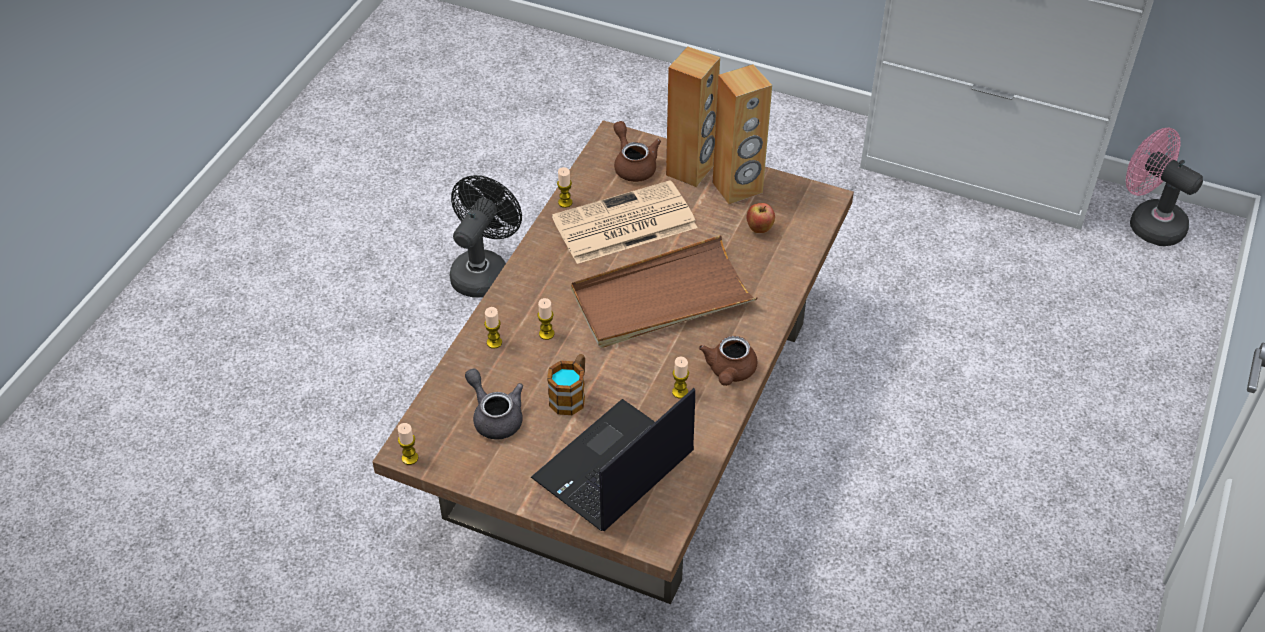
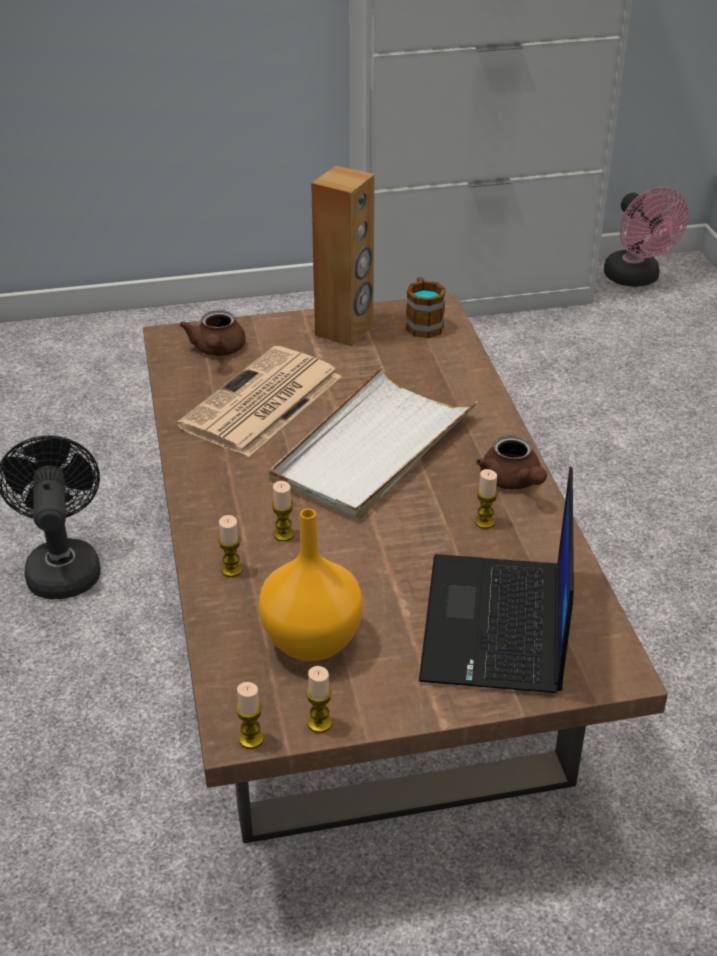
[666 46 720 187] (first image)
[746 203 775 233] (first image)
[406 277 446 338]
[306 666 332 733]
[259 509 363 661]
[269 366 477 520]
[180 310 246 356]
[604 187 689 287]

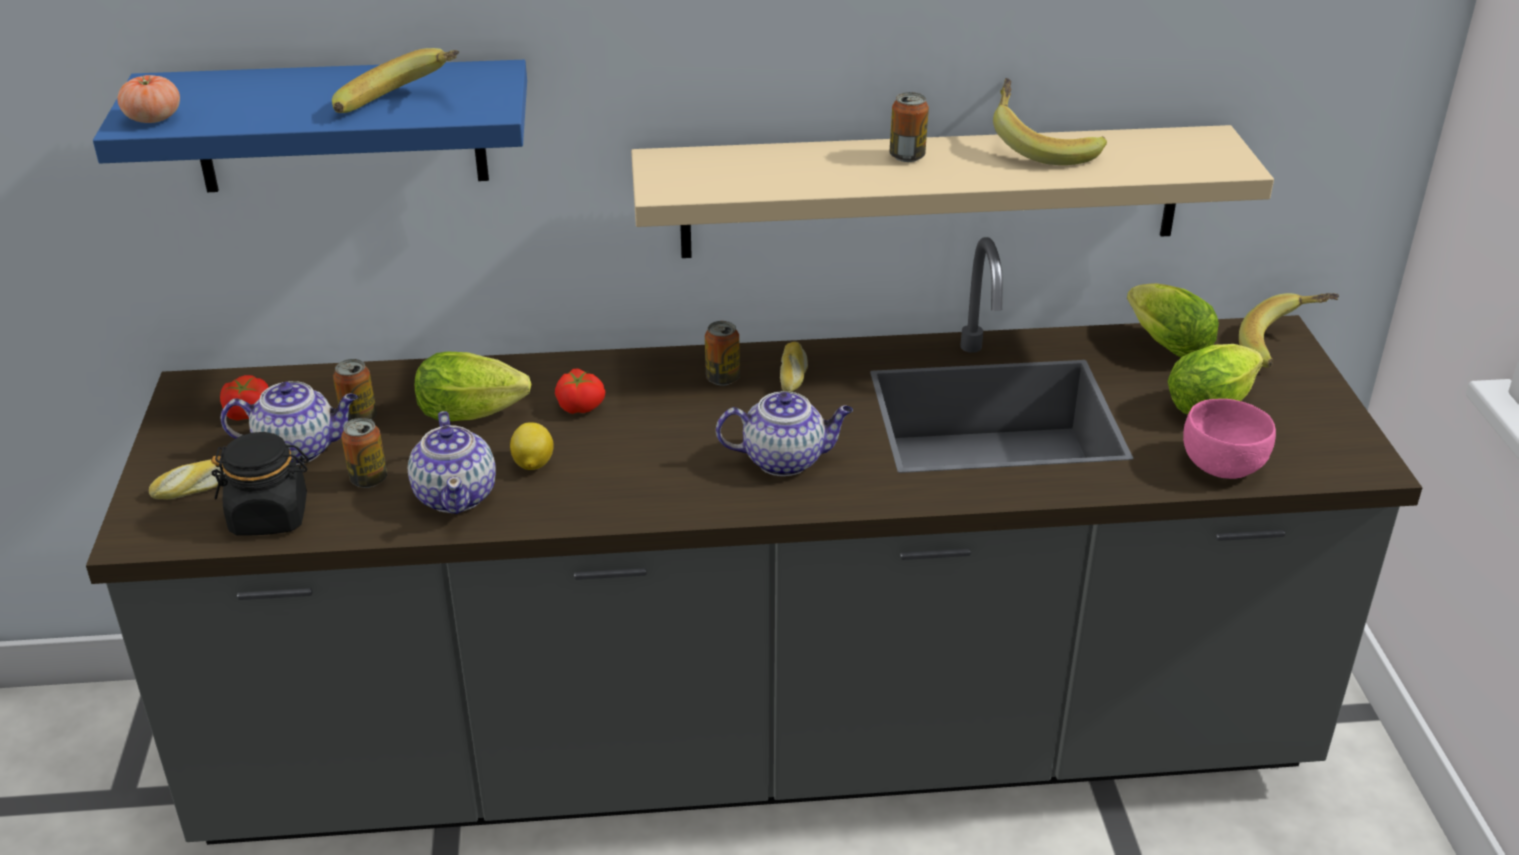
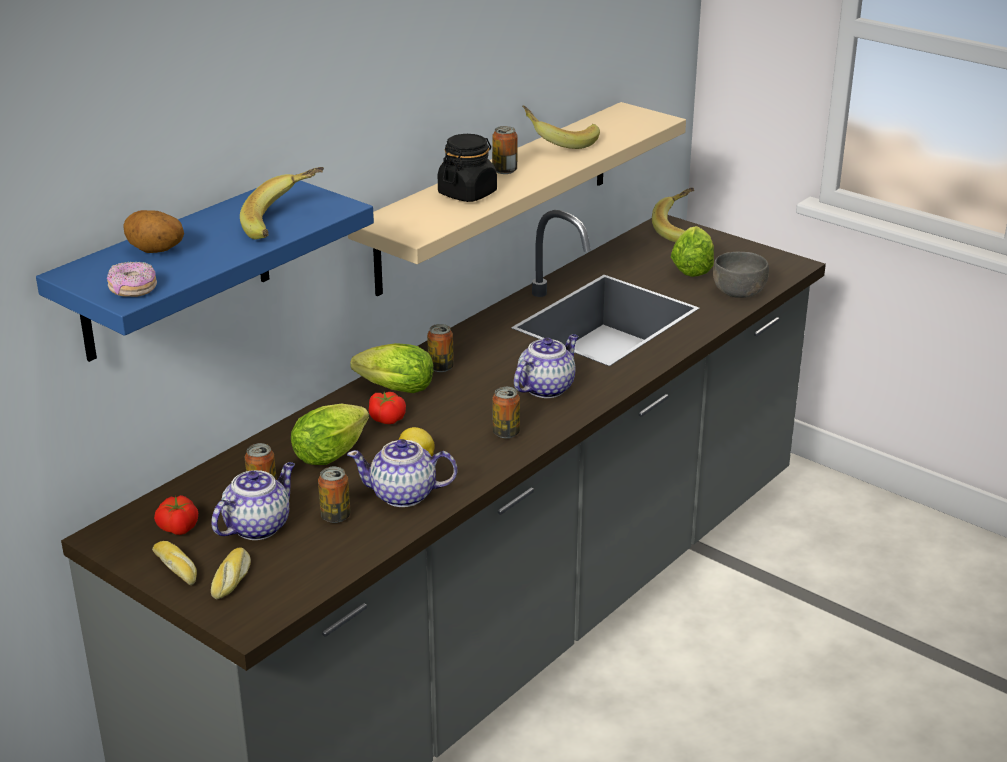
[123 210 184 253]
[492 387 520 438]
[438 134 497 202]
[152 541 197 585]
[350 343 434 393]
[107 262 157 297]
[713 252 769 298]
[347 439 457 507]

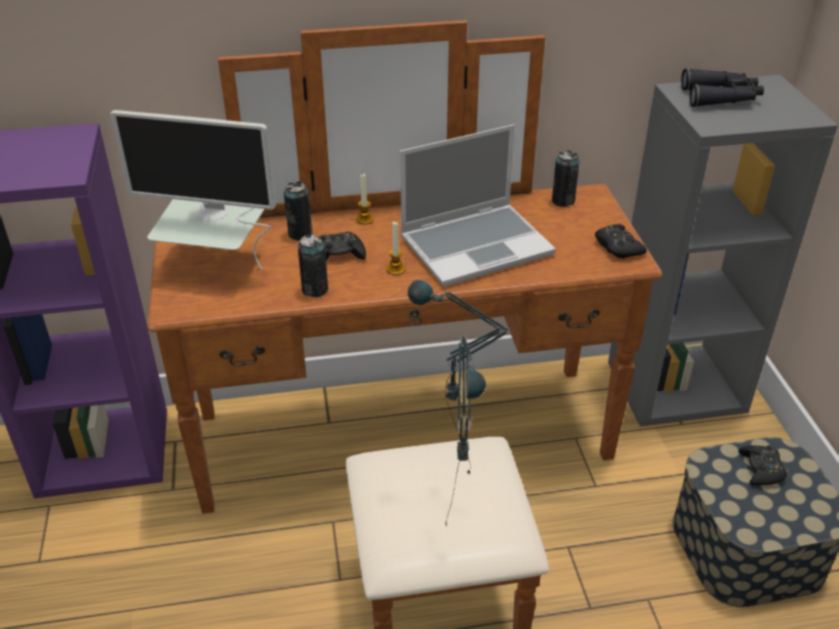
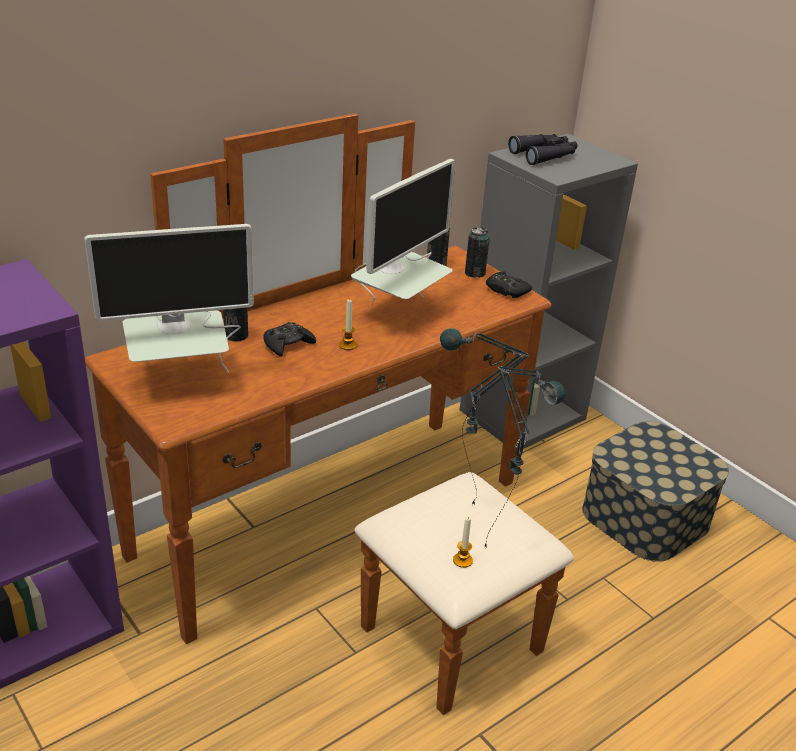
[738 445 787 485] (first image)
[465 227 490 278]
[453 516 473 568]
[351 159 455 302]

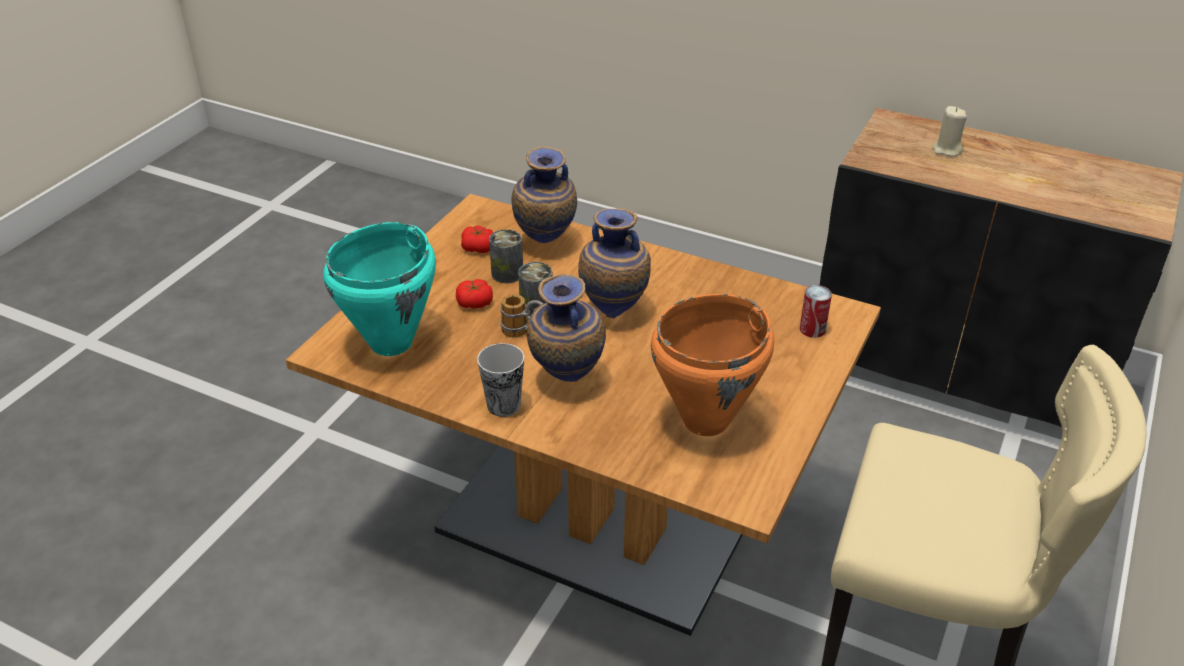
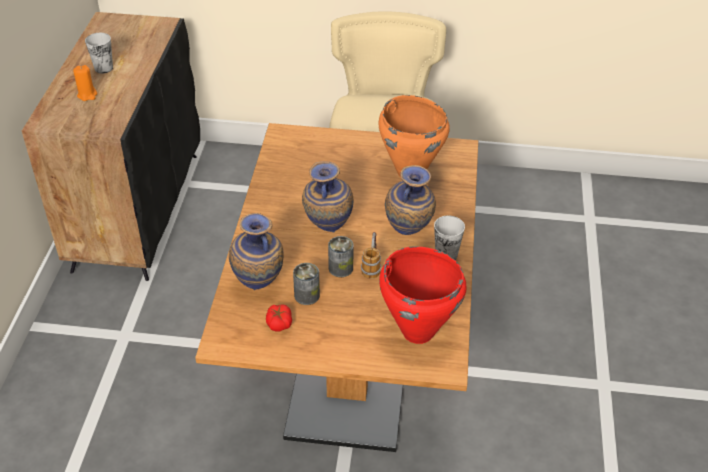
[456 279 493 308] (first image)
[800 285 832 338] (first image)
[85 33 113 74]
[379 247 466 344]
[73 65 97 101]

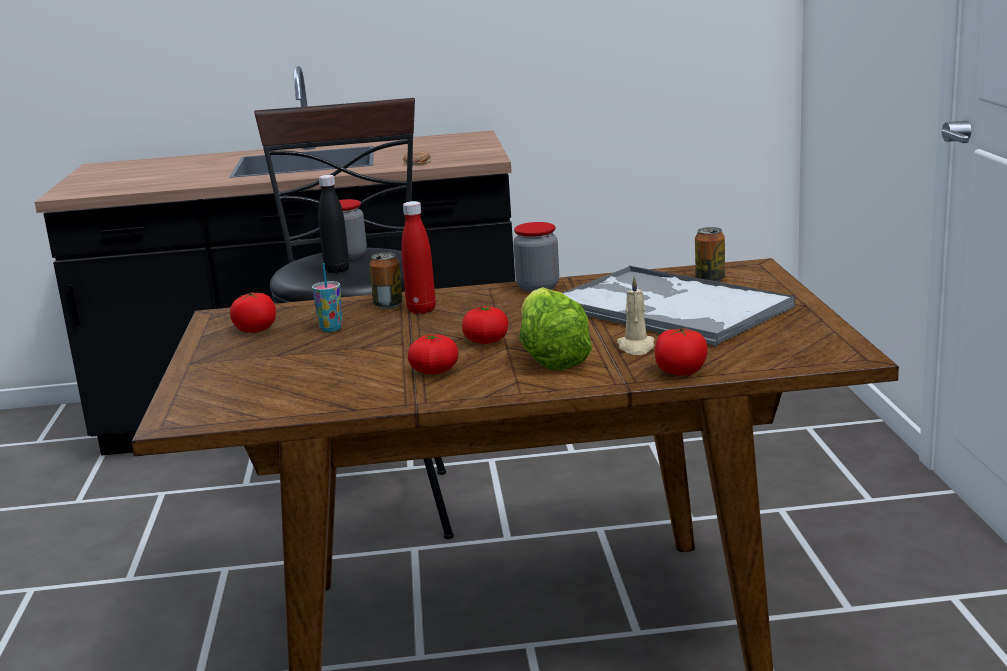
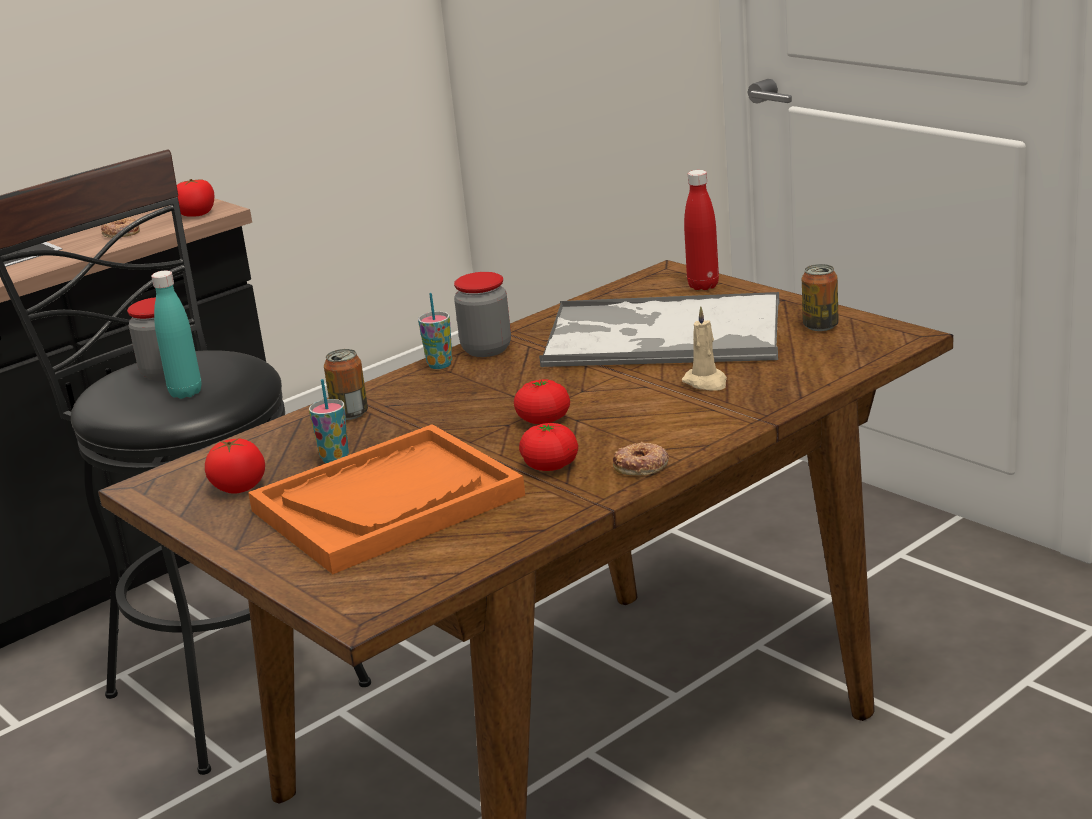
[519 287 592 370] (first image)
[248 424 525 574]
[418 293 452 369]
[613 442 669 475]
[684 170 719 290]
[177 179 214 217]
[802 264 839 331]
[151 270 201 399]

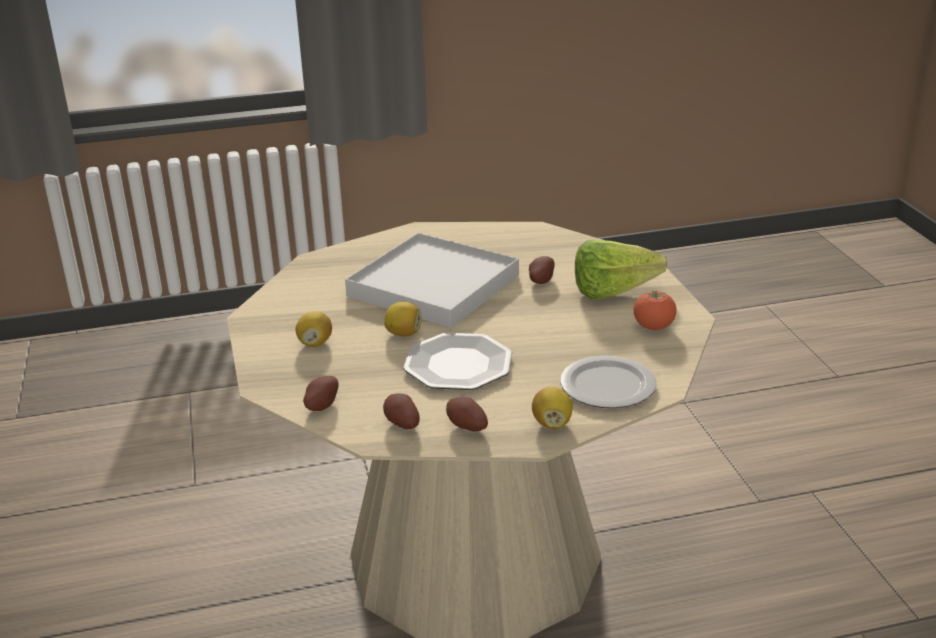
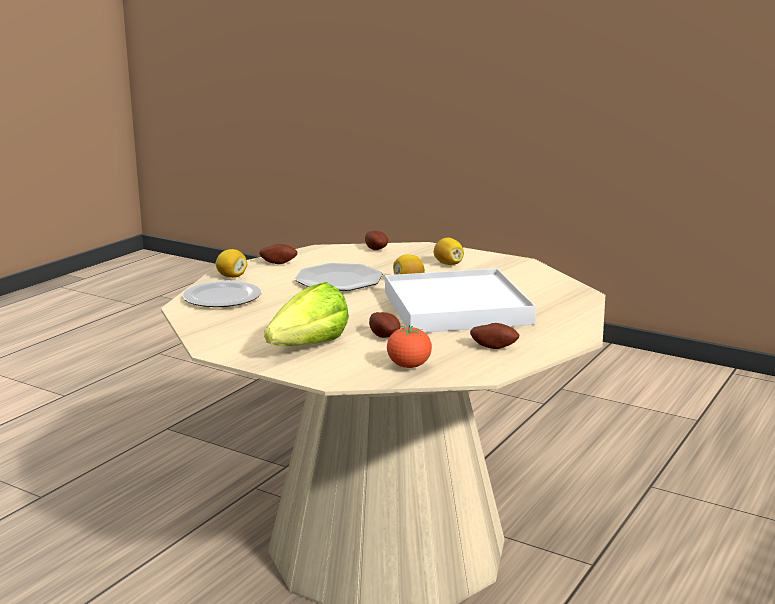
[470 323 519 349]
[387 325 432 368]

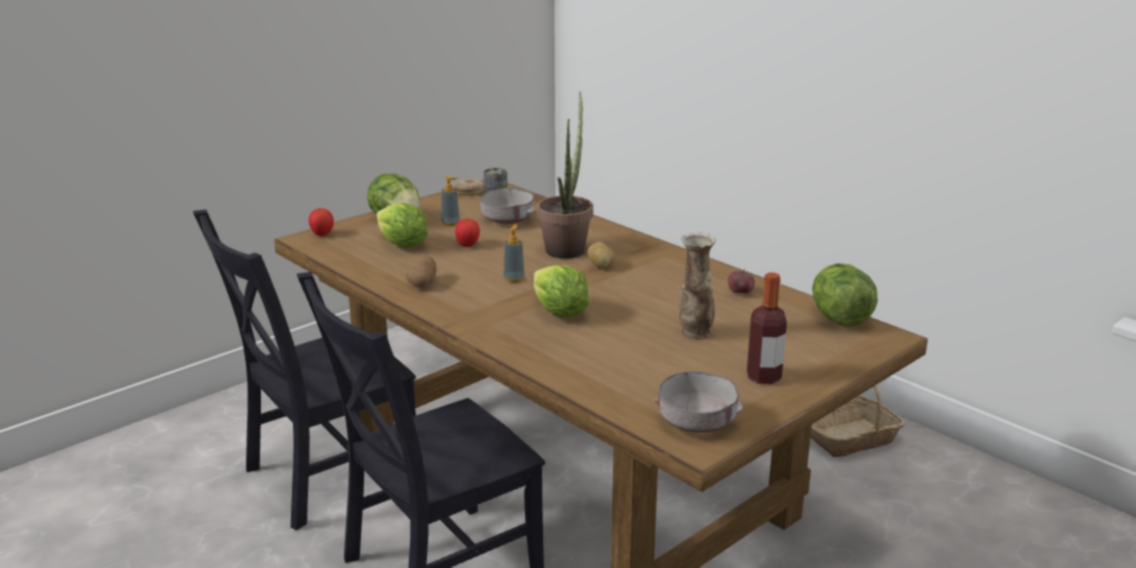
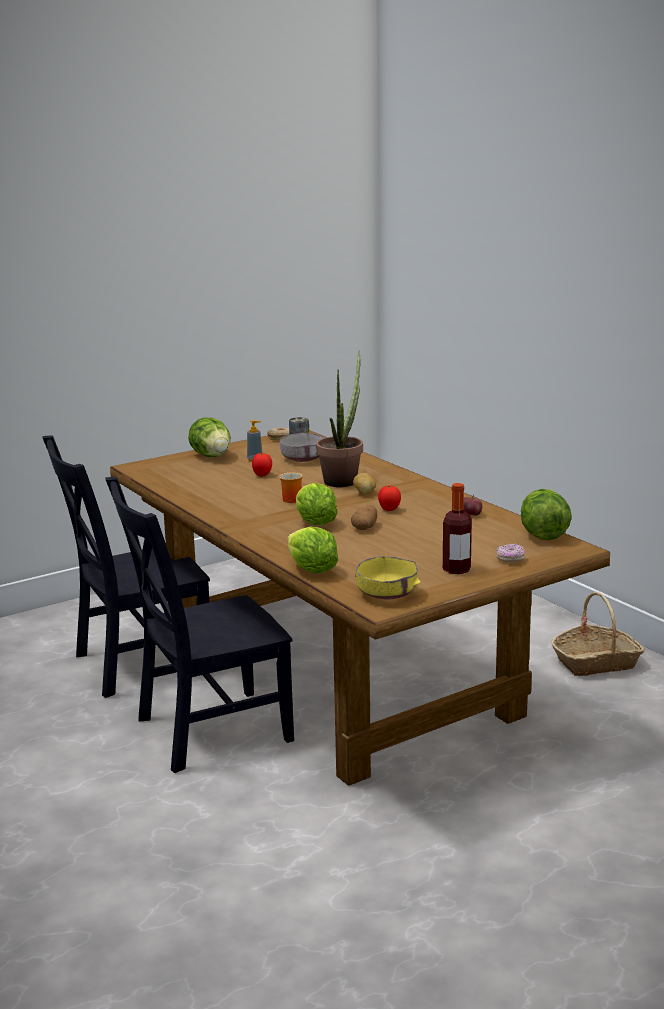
[678 232 716 340] (first image)
[496 544 525 562]
[378 485 401 511]
[288 527 338 573]
[351 505 377 530]
[279 472 303 503]
[355 556 421 600]

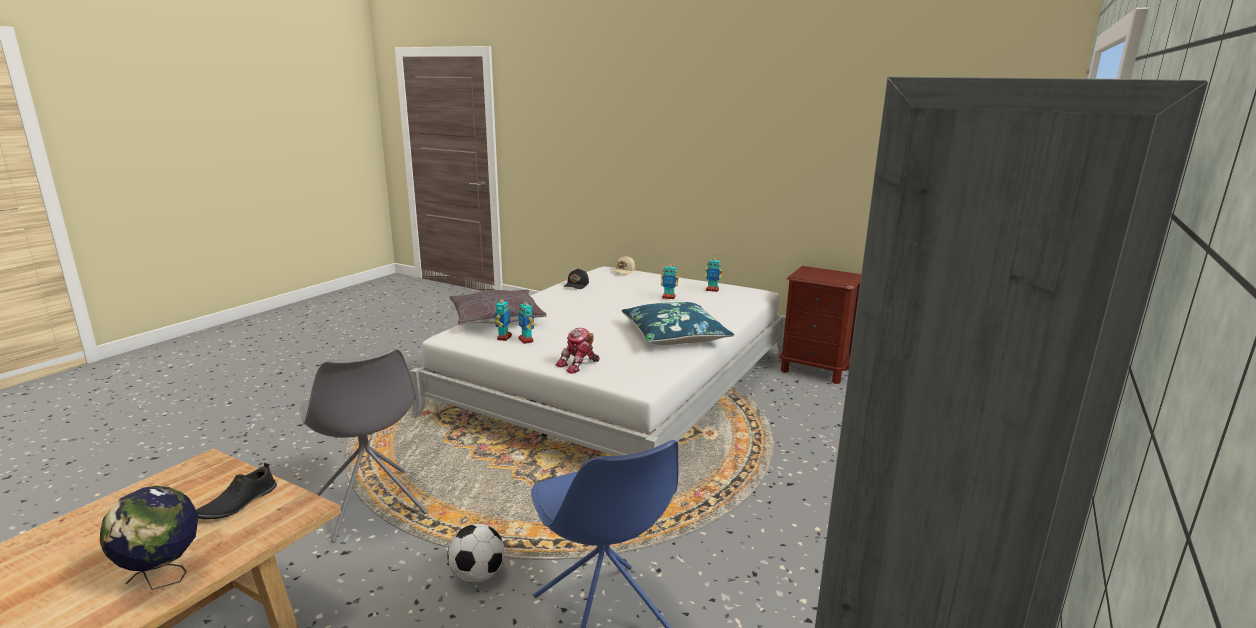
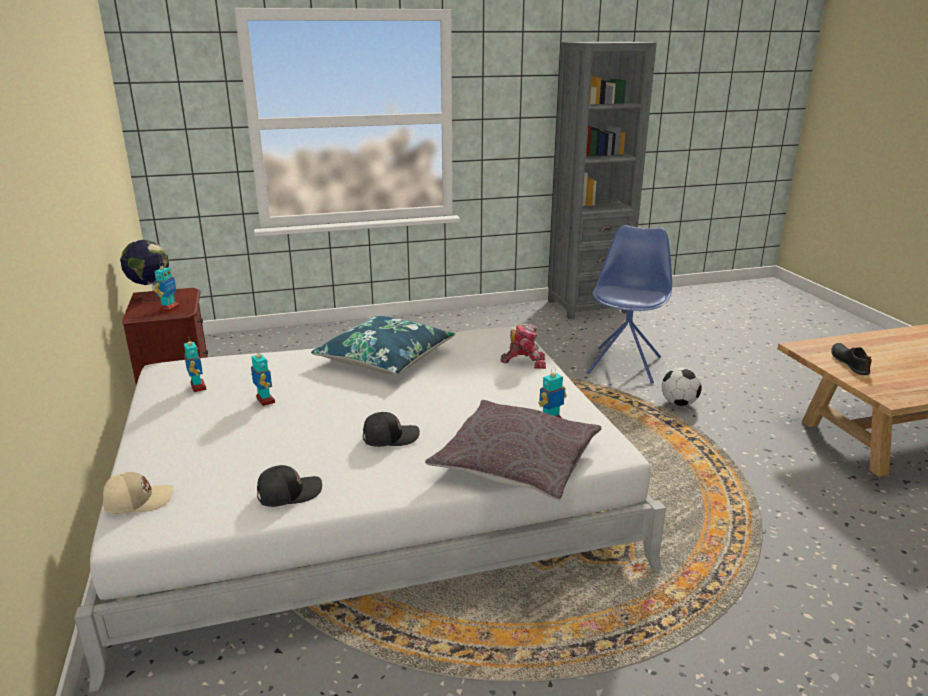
[300 349 428 543] (first image)
[363 412 420 447]
[120 240 169 301]
[154 262 180 312]
[831 343 872 375]

